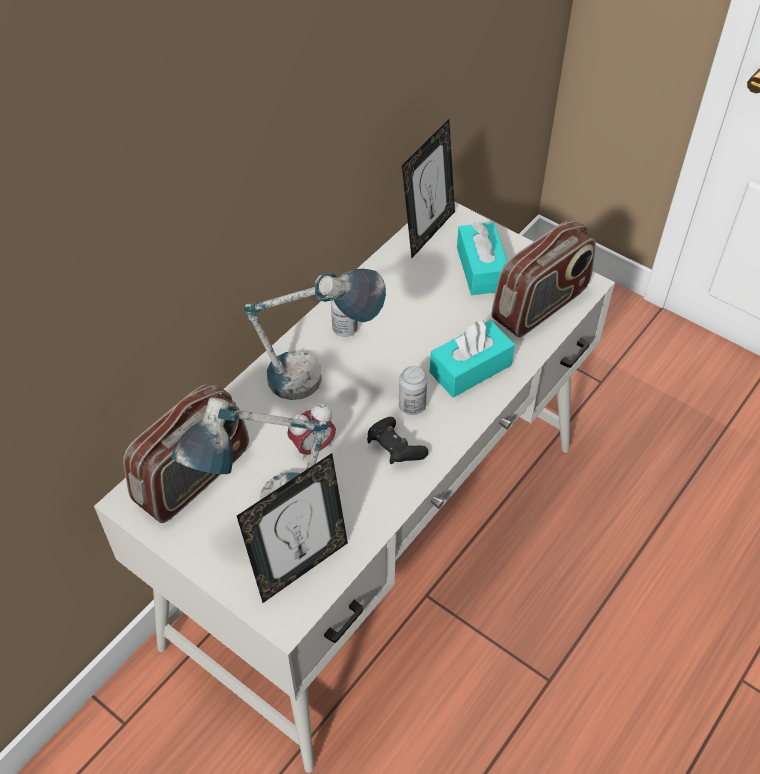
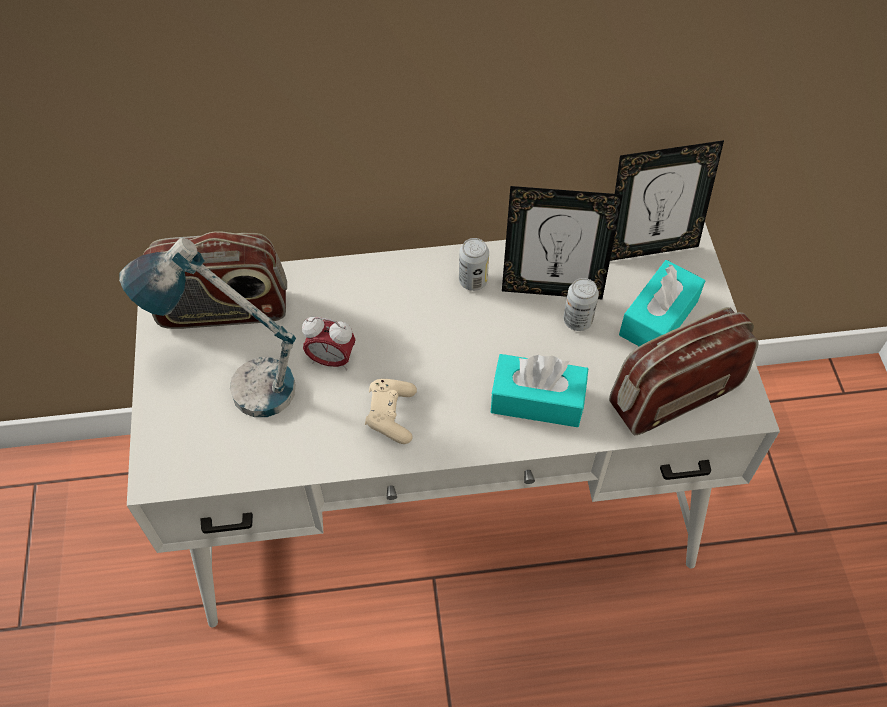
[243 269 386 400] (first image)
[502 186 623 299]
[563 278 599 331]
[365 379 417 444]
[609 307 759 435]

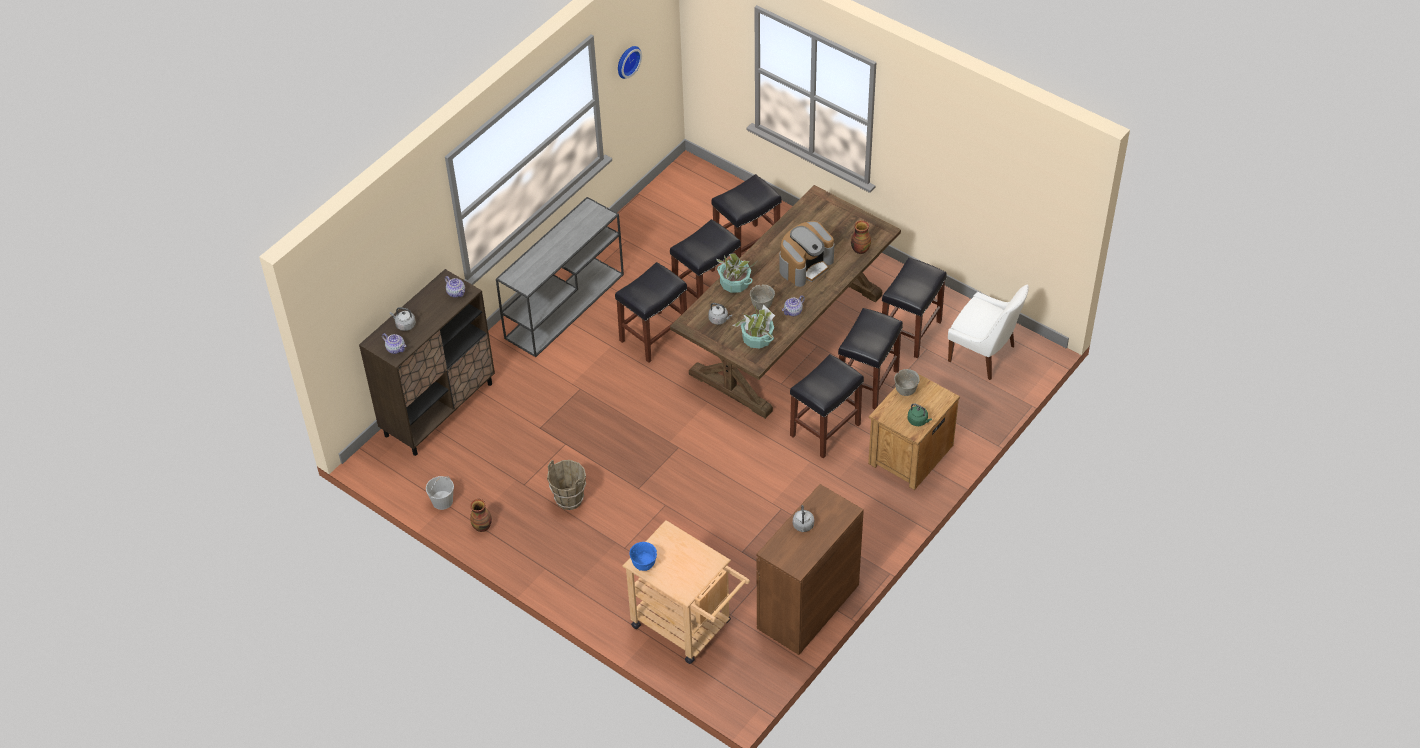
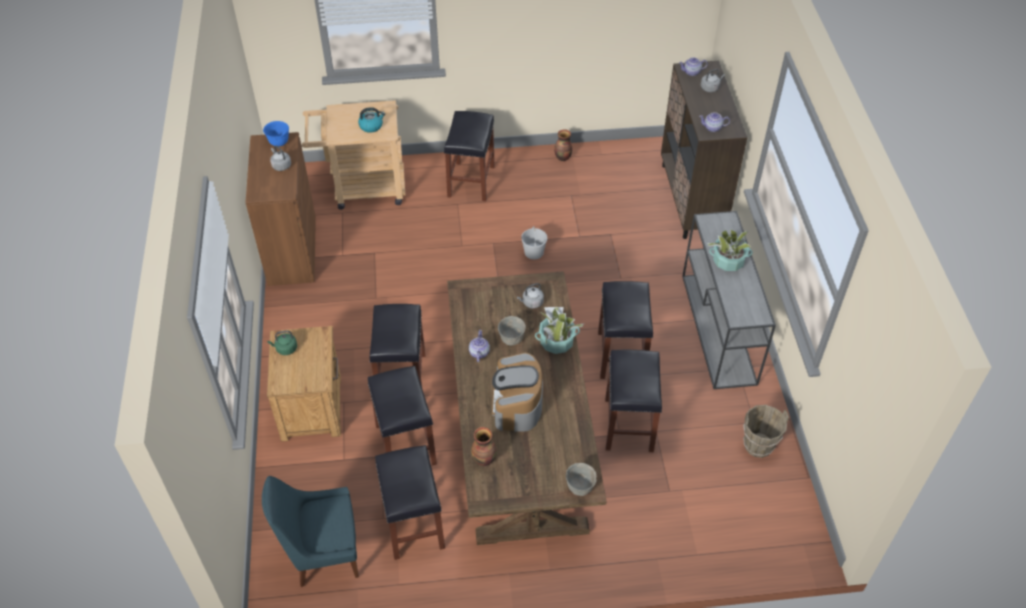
[618 46 642 79] (first image)
[358 107 385 133]
[521 226 547 259]
[743 405 789 458]
[263 121 289 146]
[444 111 495 201]
[707 229 753 271]
[566 463 597 496]
[262 476 359 587]

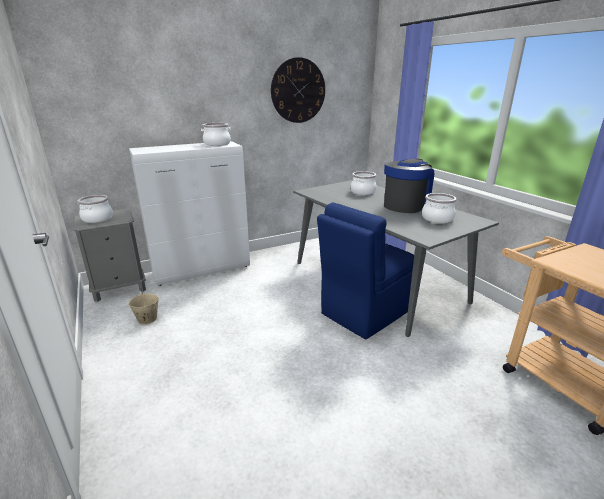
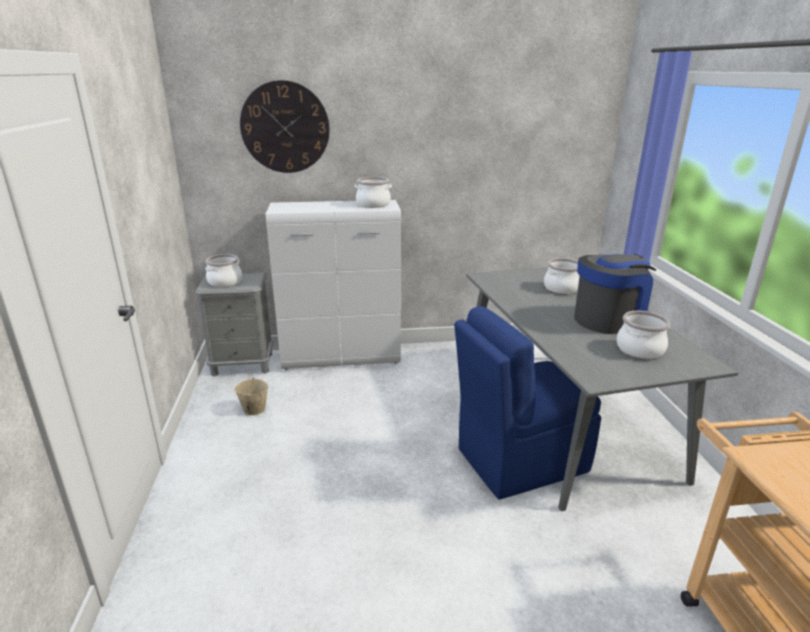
[240 80 330 173]

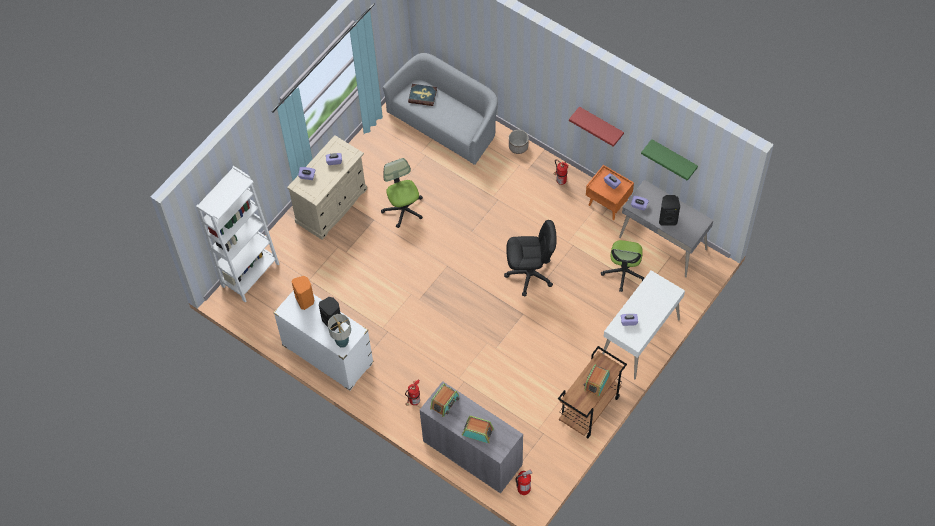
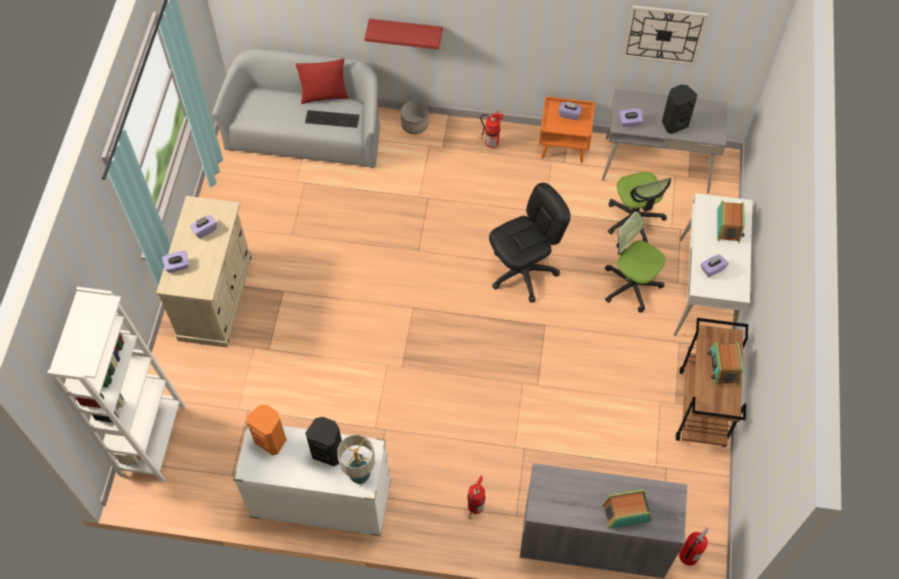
[408 84 437 106] (first image)
[296 58 349 104]
[305 110 360 128]
[605 211 665 312]
[717 200 745 243]
[364 19 443 50]
[623 5 708 65]

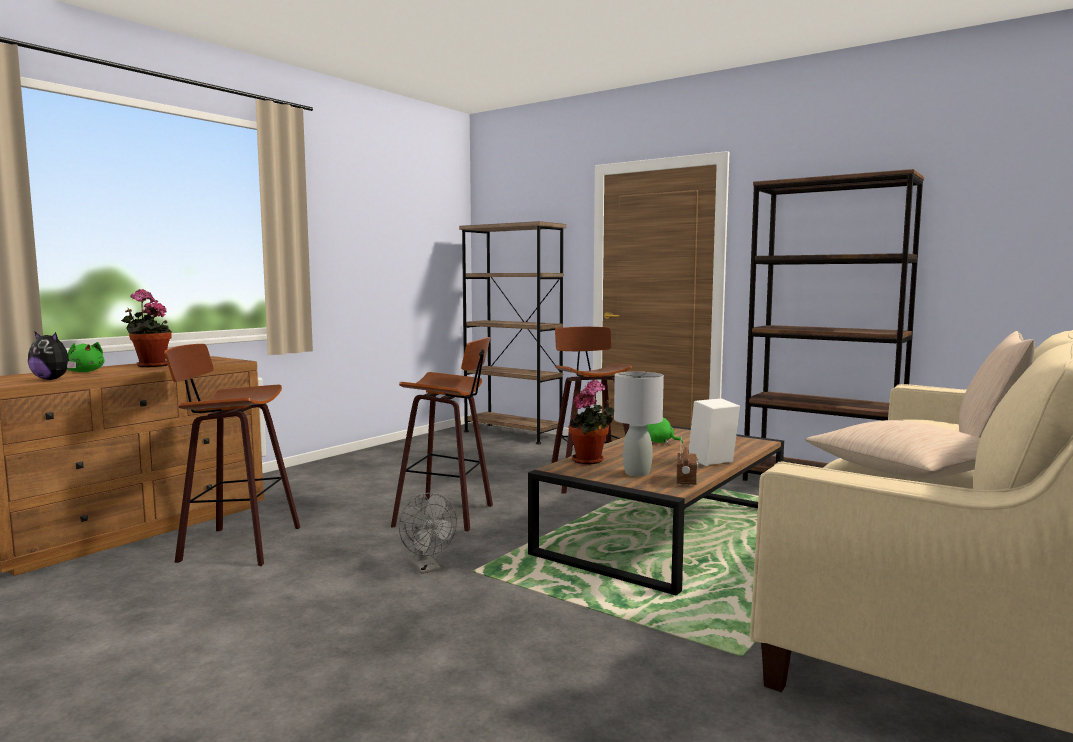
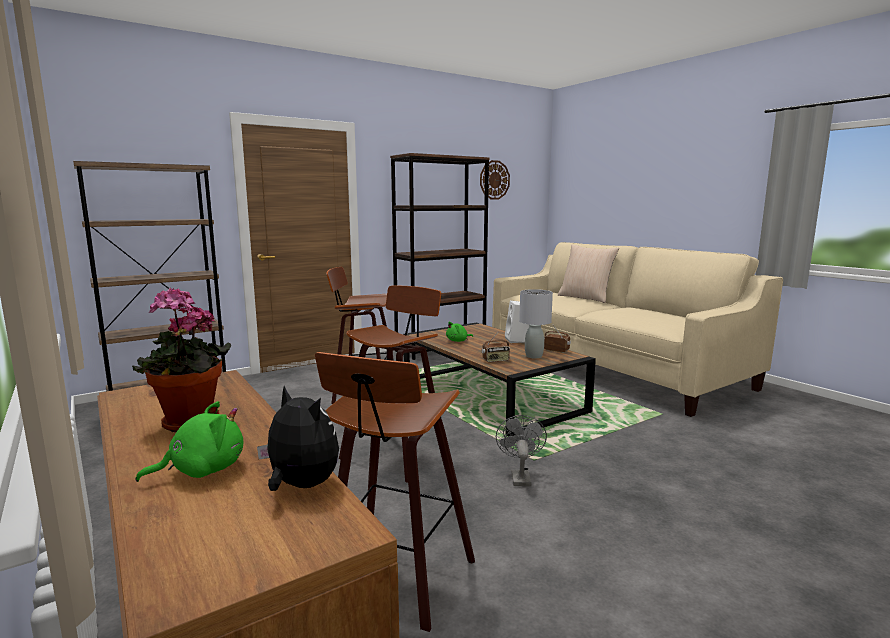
[805 420 980 479] (first image)
[480 160 510 199]
[482 331 510 362]
[257 386 339 491]
[496 415 547 486]

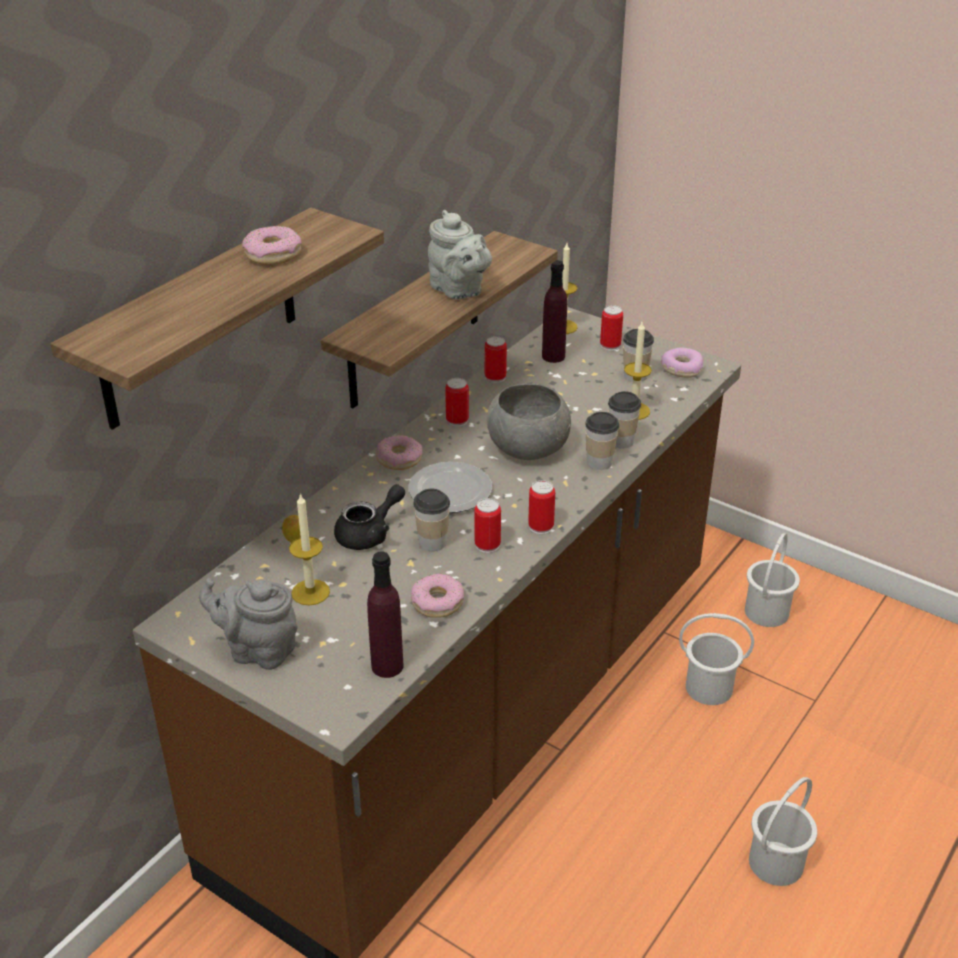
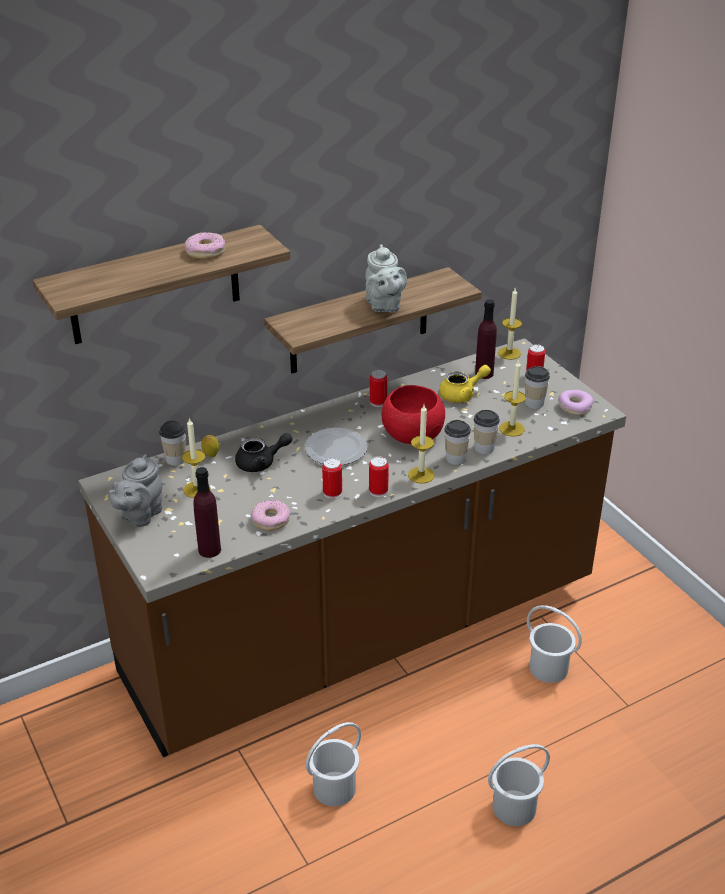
[376 435 422 470] (first image)
[485 336 507 383] (first image)
[408 405 435 484]
[439 365 491 403]
[159 421 186 466]
[306 722 361 806]
[382 385 445 444]
[108 454 162 527]

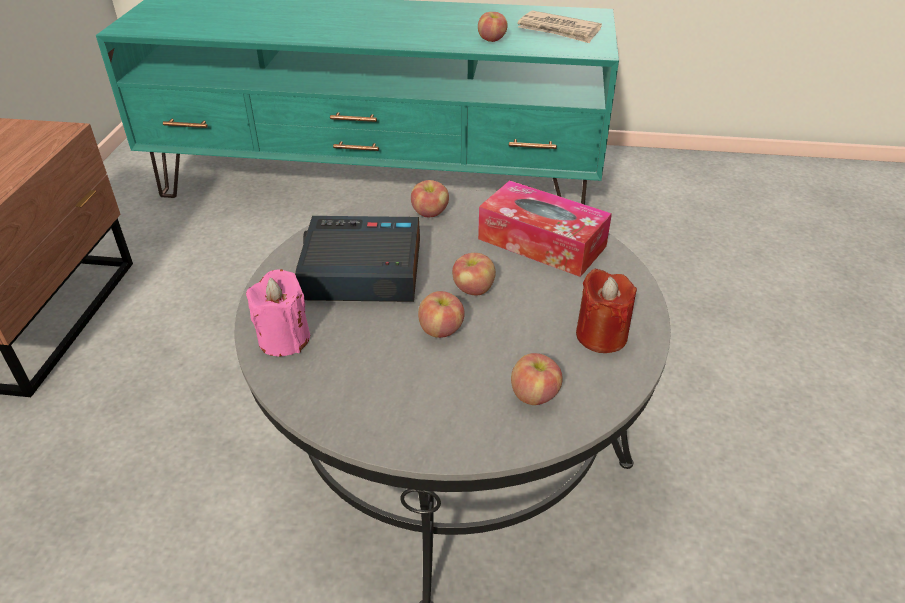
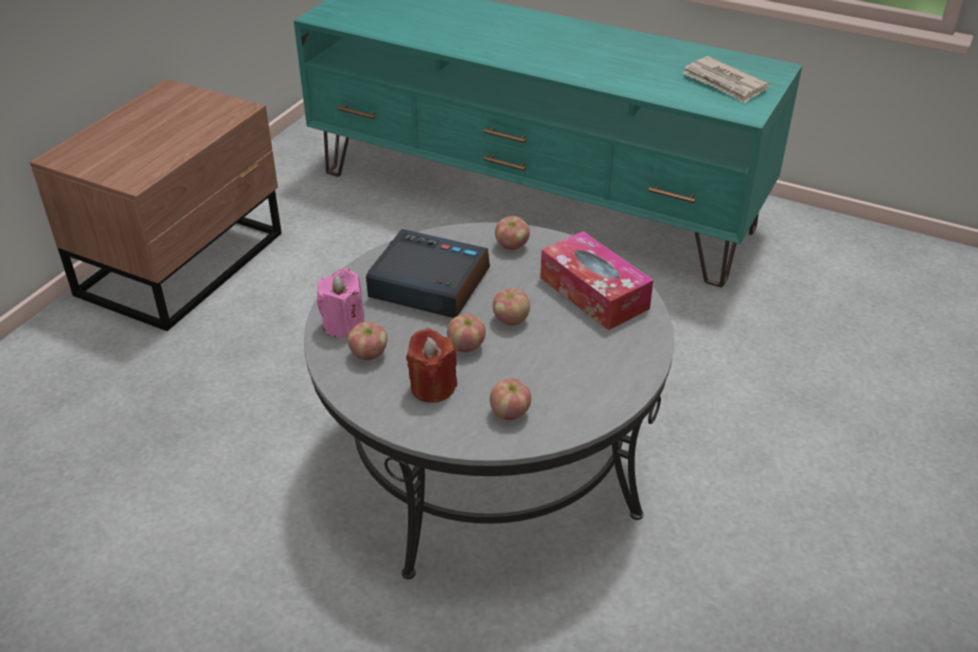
[348 322 388 360]
[406 328 457 403]

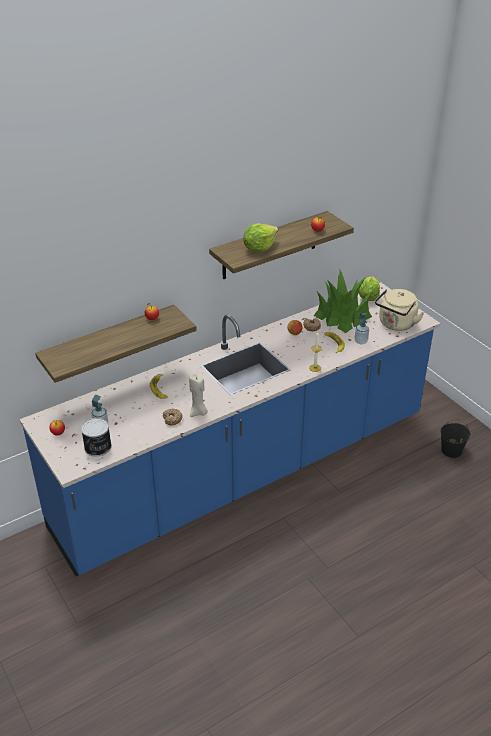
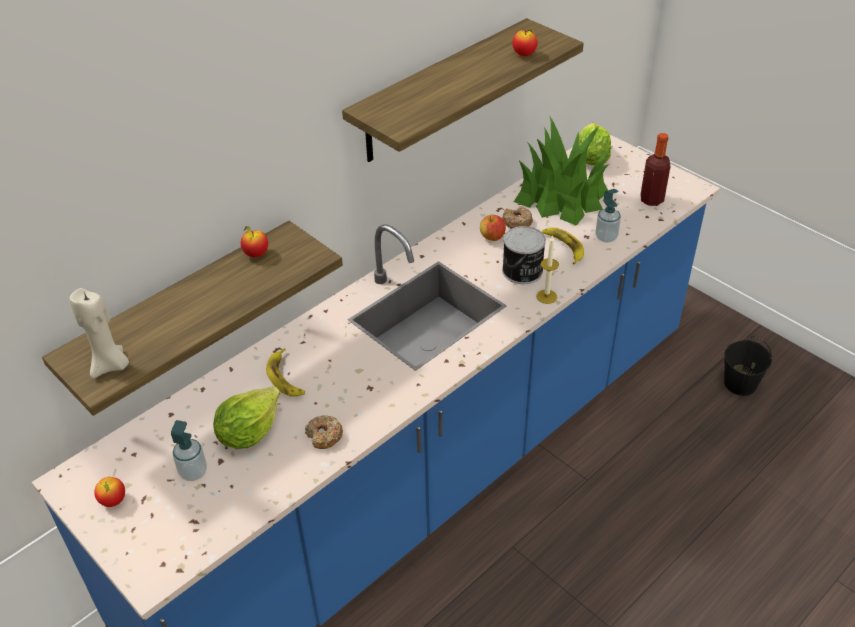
[502 226 546 284]
[70 288 129 378]
[213 386 280 449]
[640 133 671 206]

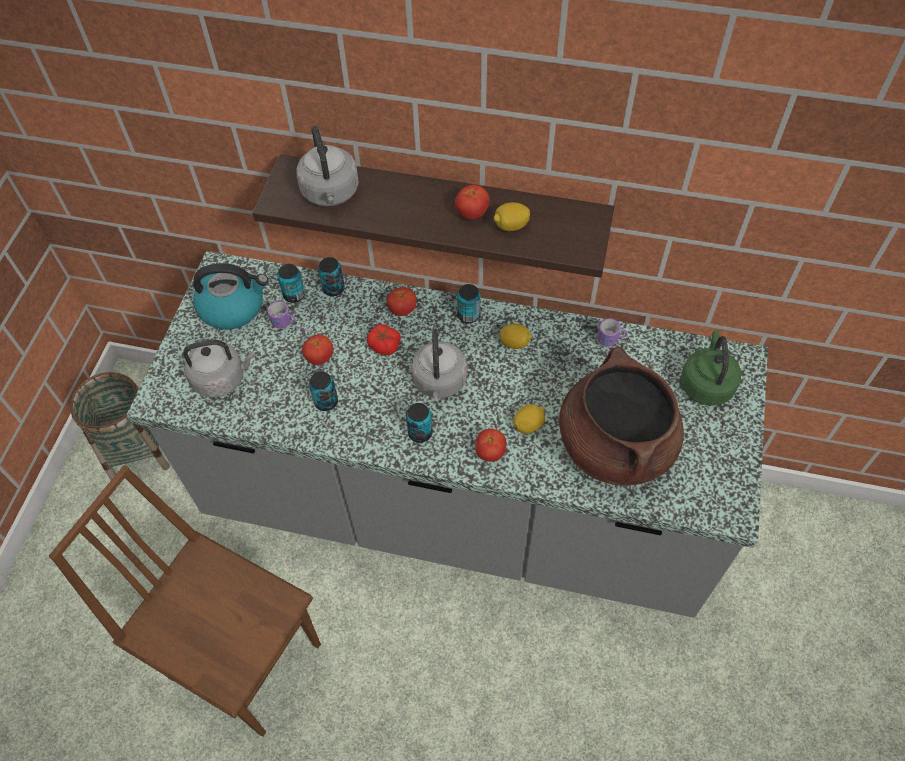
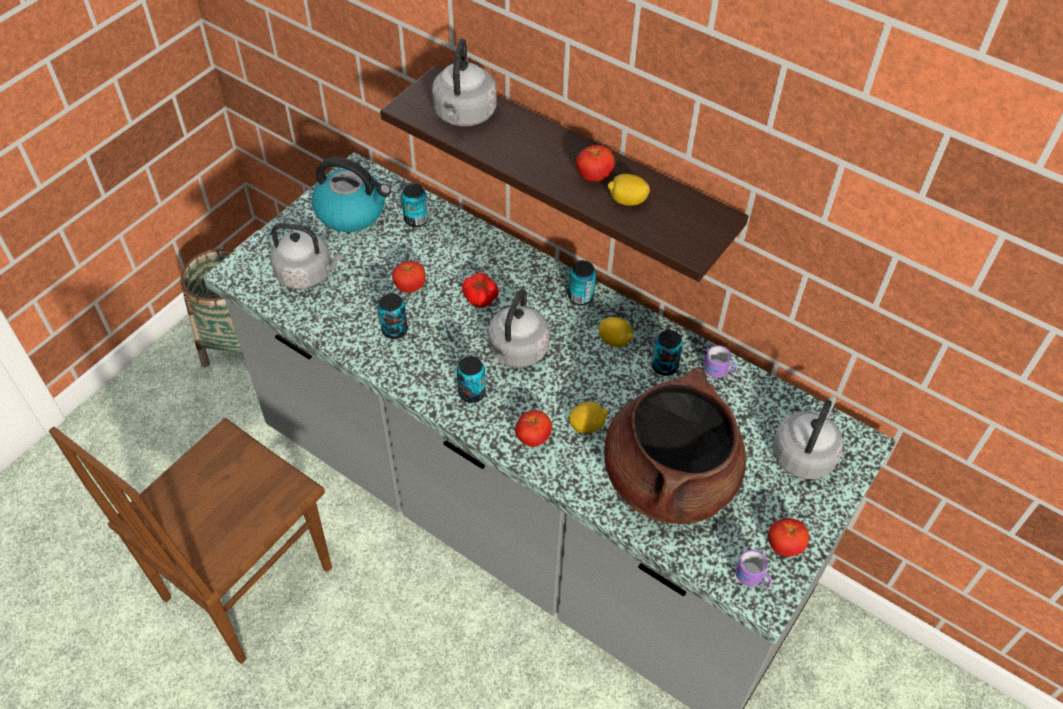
[735 549 788 607]
[652 330 683 376]
[768 518 809 557]
[772 396 843 479]
[49 418 332 664]

